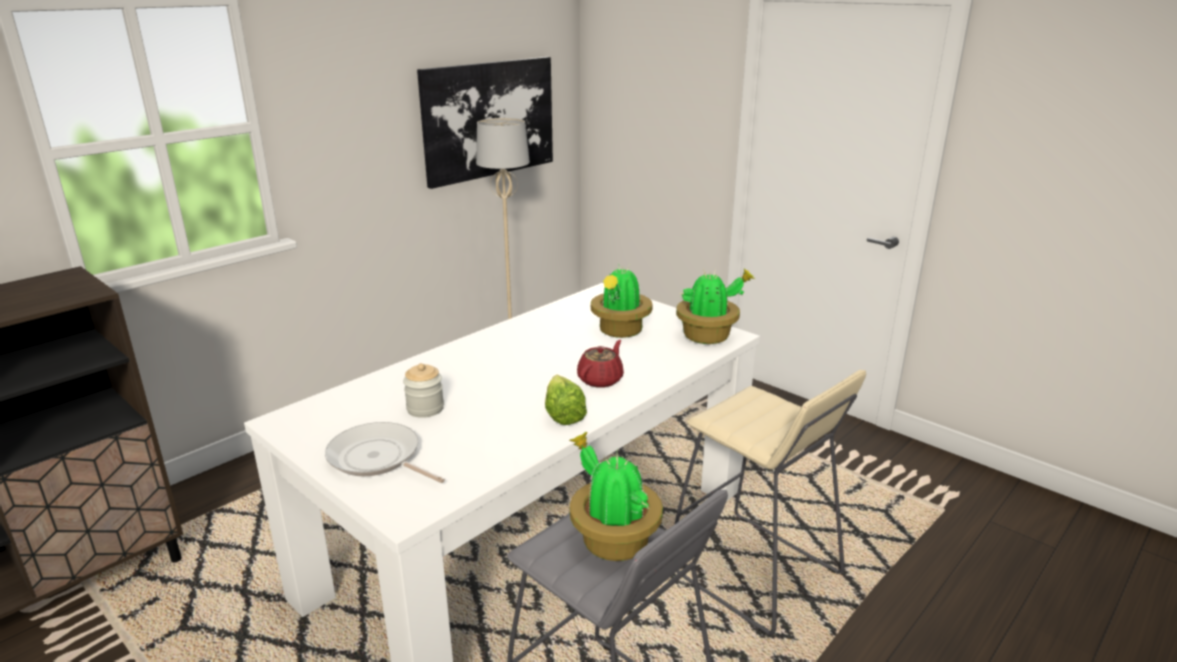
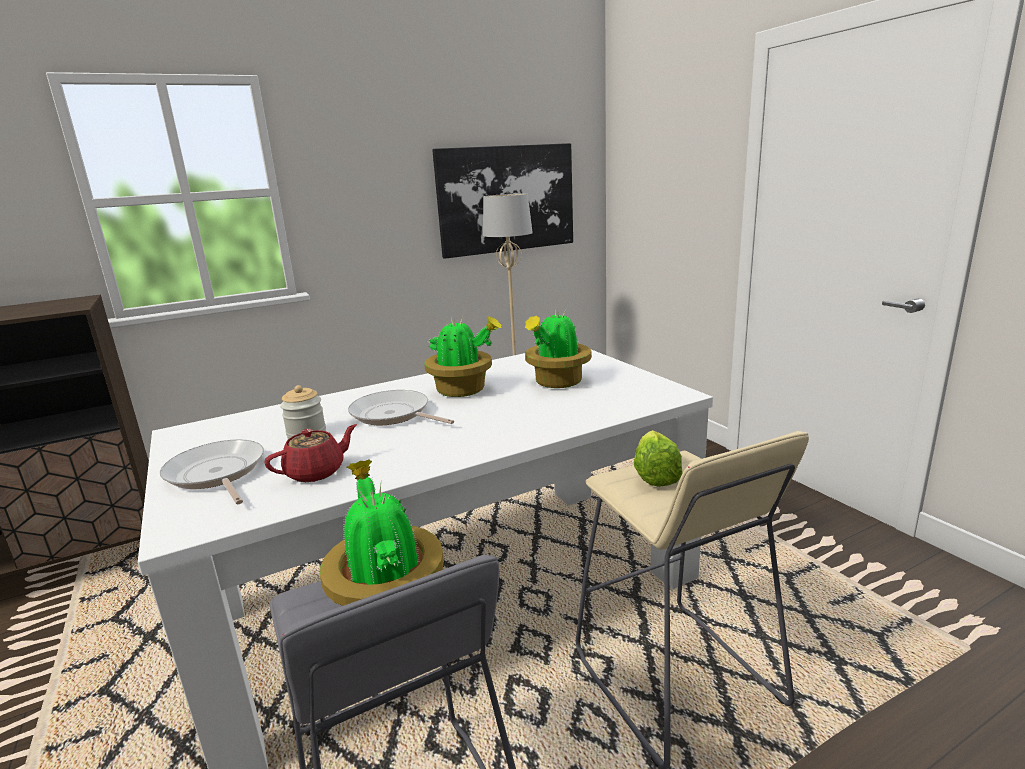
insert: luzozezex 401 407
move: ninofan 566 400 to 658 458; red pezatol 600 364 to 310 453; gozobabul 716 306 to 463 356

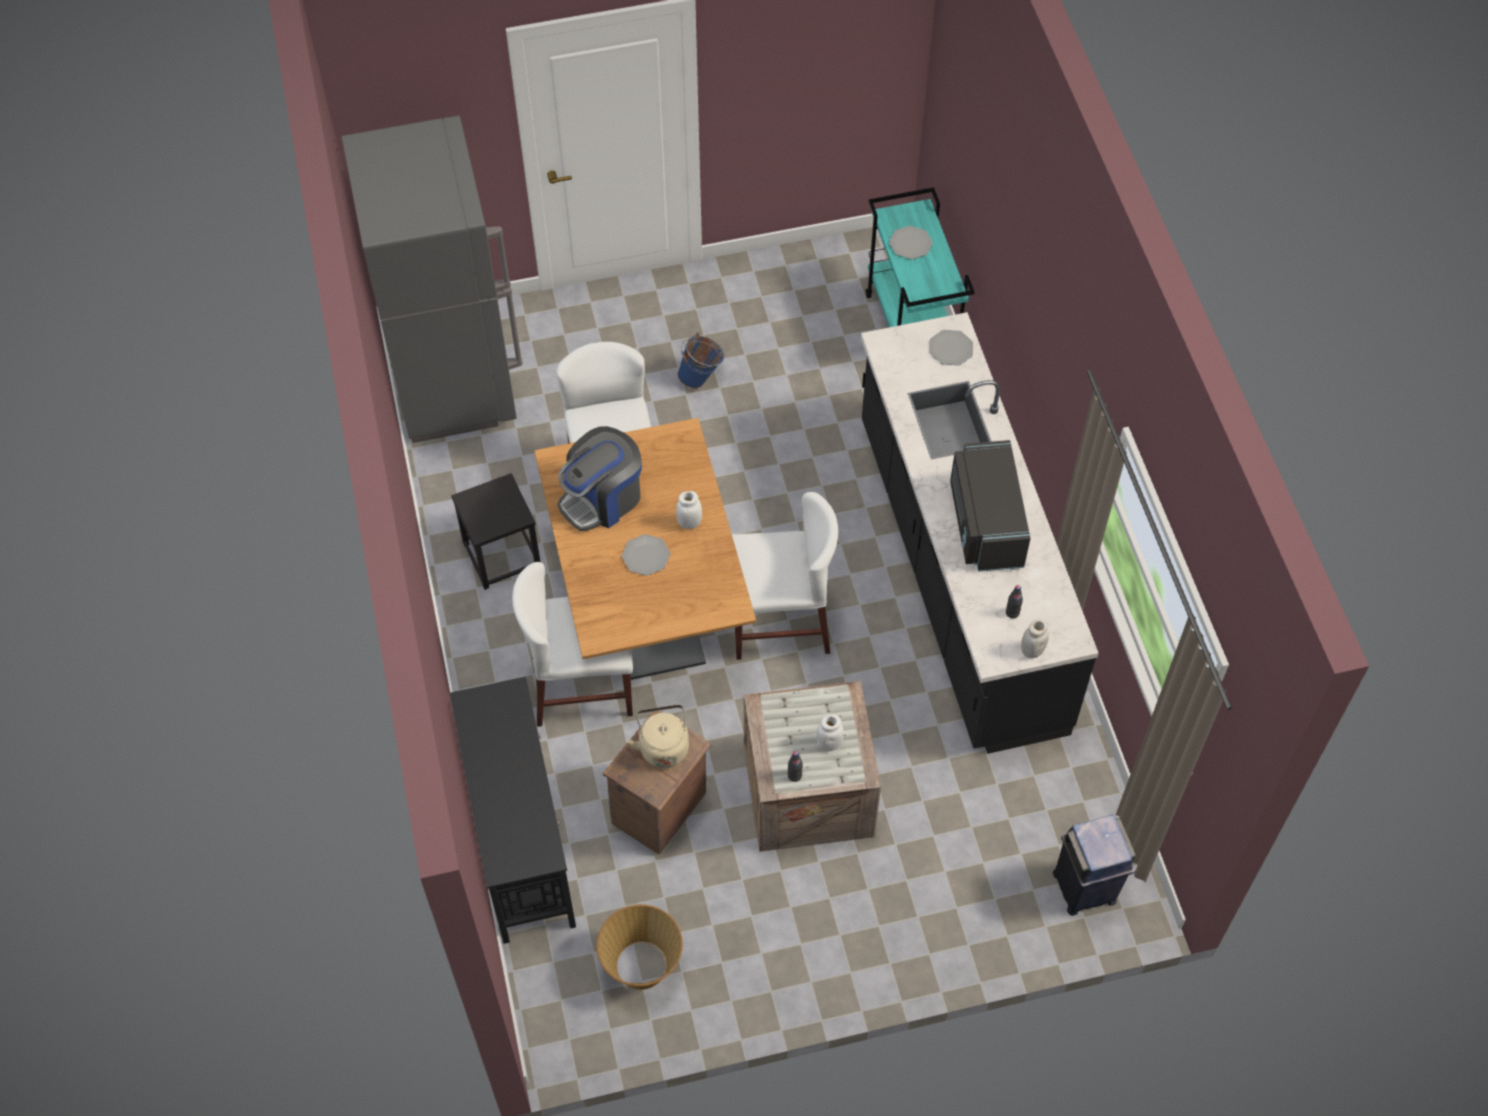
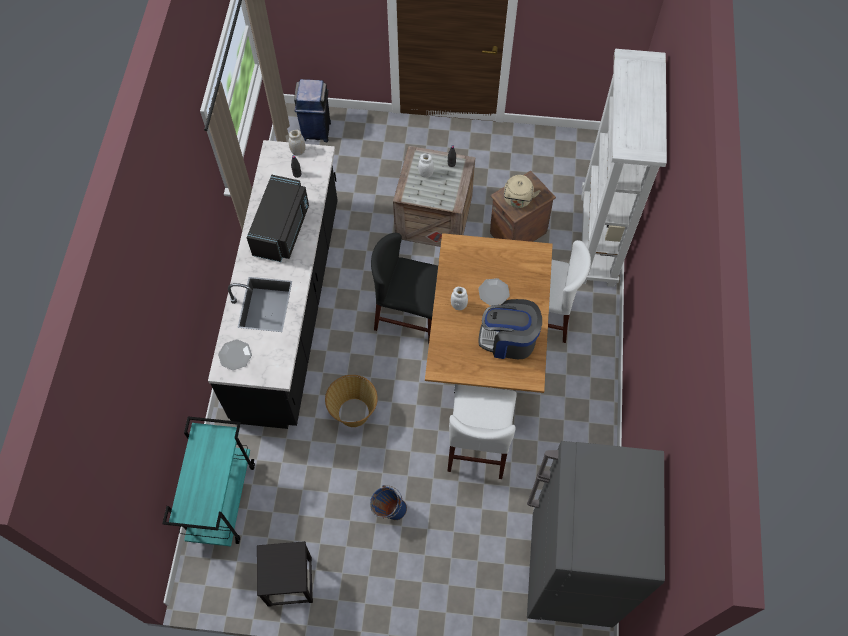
delete: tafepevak 911 243
move: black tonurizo 495 531 to 285 574; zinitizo 640 947 to 351 401
replace: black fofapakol 513 810 to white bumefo 624 168
recolor: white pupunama 785 576 to black pupunama 404 288
rotate: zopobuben 599 478 = 510 329 150 degrees counterclockwise

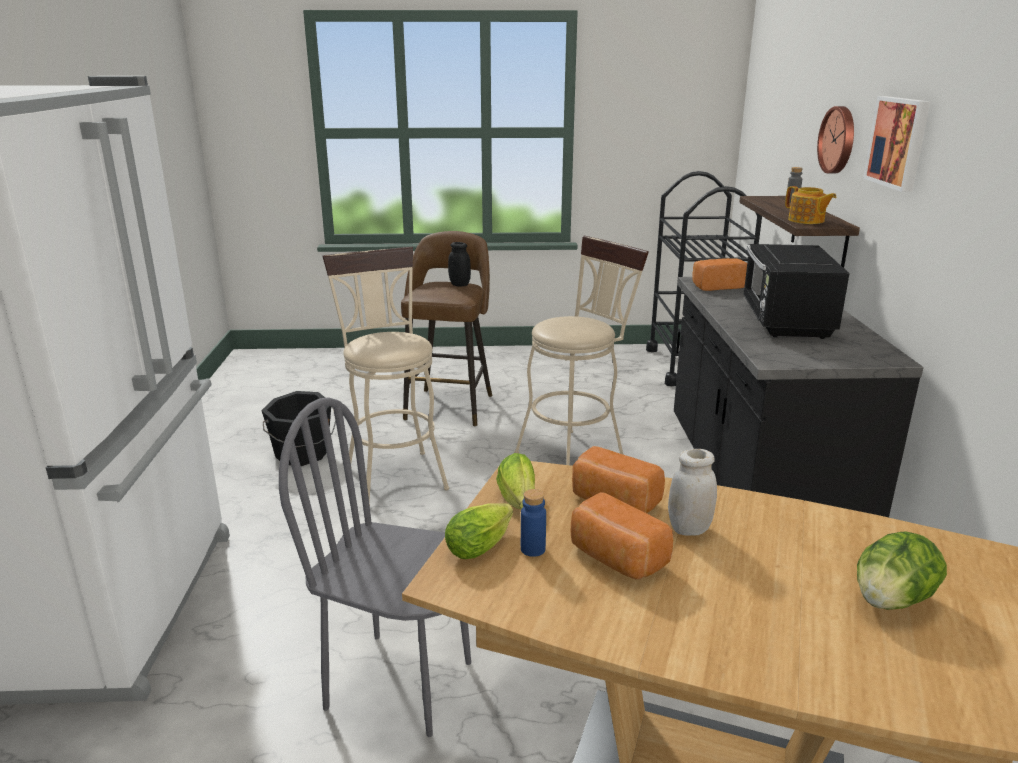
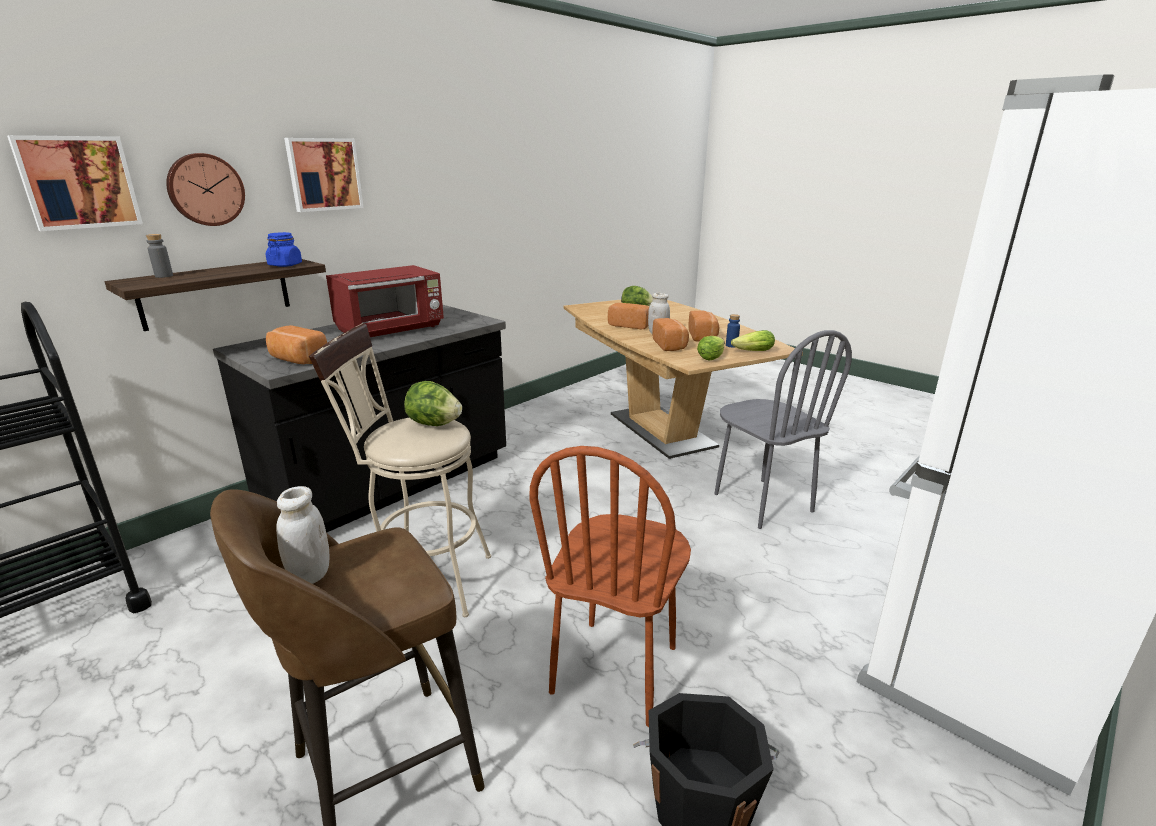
insert: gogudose 75 183; ninofan 433 403; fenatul 628 316
replace: beige tonurizo 385 376 to brown pupunama 610 586; pezatol 810 205 to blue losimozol 284 249
recolor: black losimozol 459 264 to white losimozol 302 535; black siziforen 796 291 to red siziforen 385 301

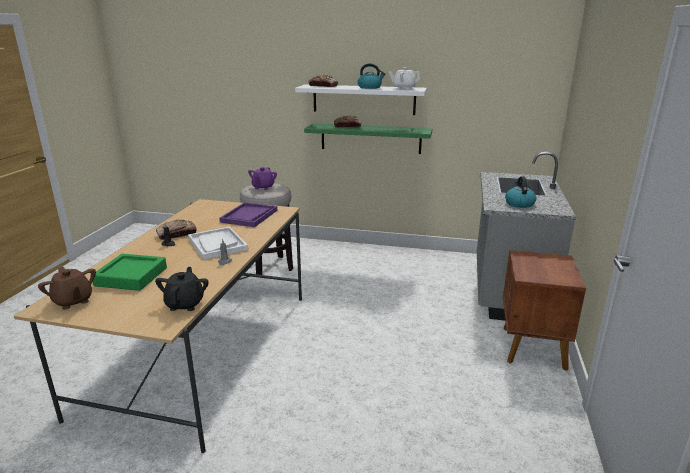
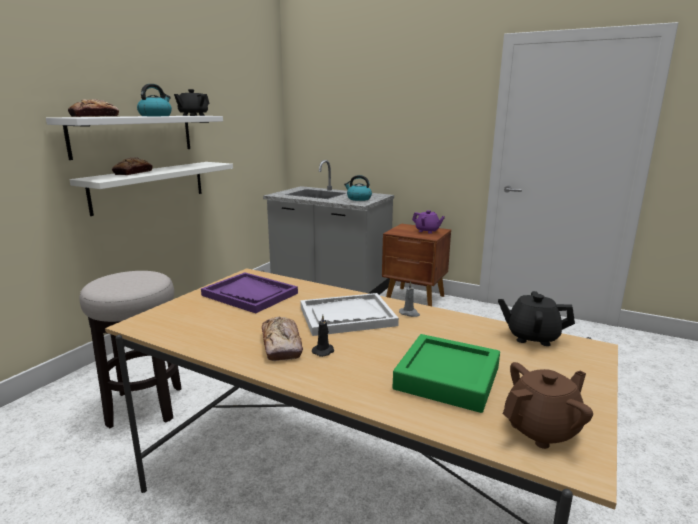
move: purple pezatol 262 178 to 428 222
recolor: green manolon 368 138 to white manolon 151 189; white pezatol 404 78 to black pezatol 192 102

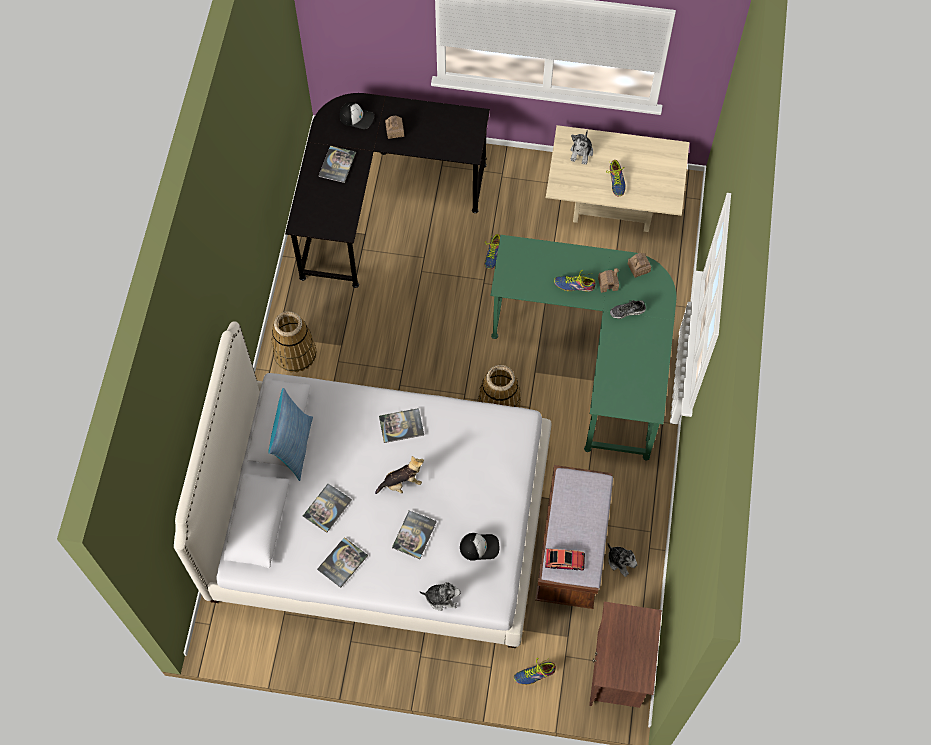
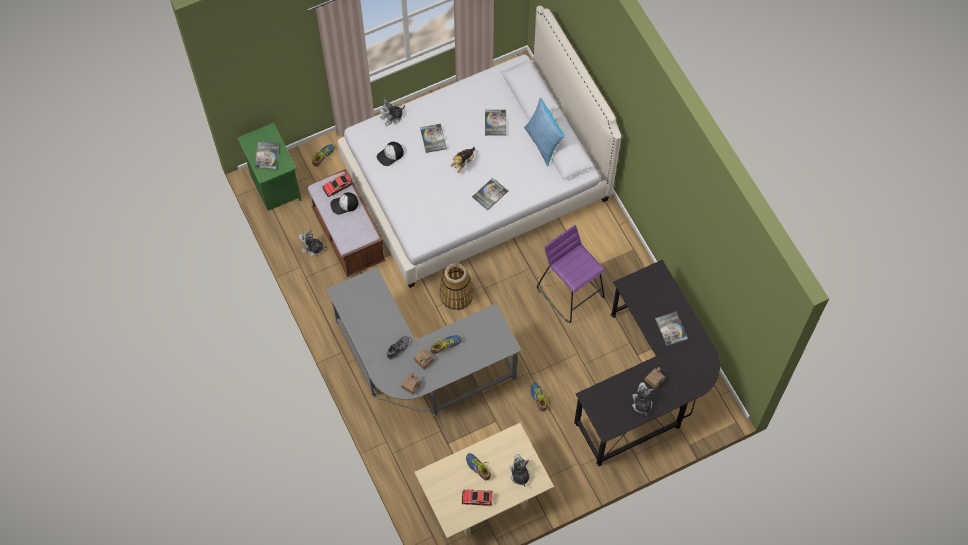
delete: zinitizo 294 342
insert: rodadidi 477 498; purple tonurizo 571 274; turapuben 643 399
move: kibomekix 342 562 to 267 156; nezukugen 357 115 to 344 203
recolor: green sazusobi 583 348 to grey sazusobi 424 341; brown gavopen 625 655 to green gavopen 269 167

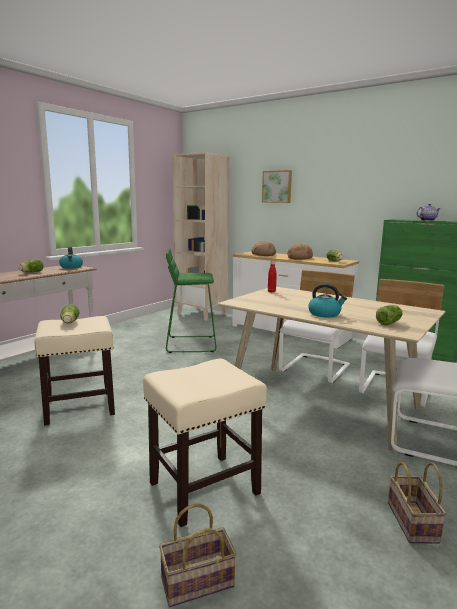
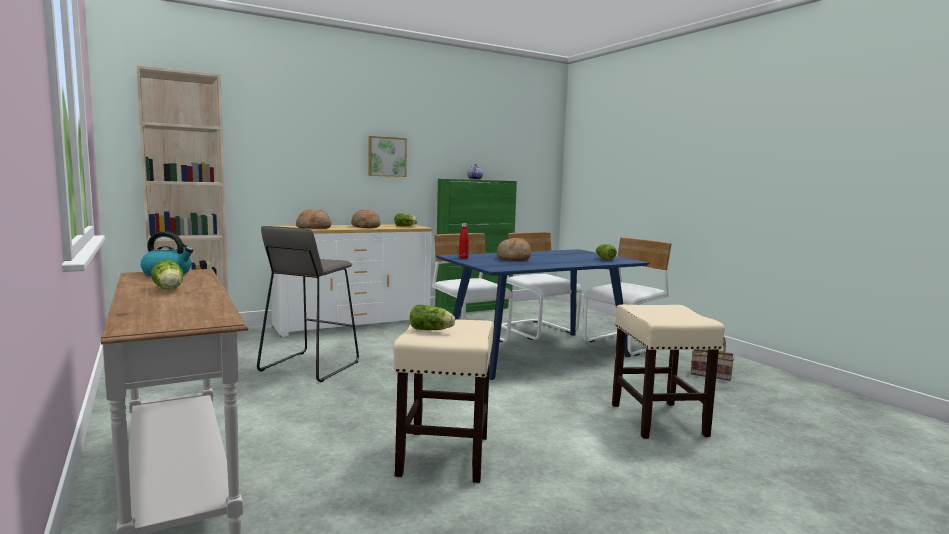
delete: zinitizo 197 555; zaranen 327 300
insert: fenatul 514 249
move: gogudose 277 186 to 387 156
recolor: green tonurizo 191 301 to grey tonurizo 308 304; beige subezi 331 369 to blue subezi 543 314

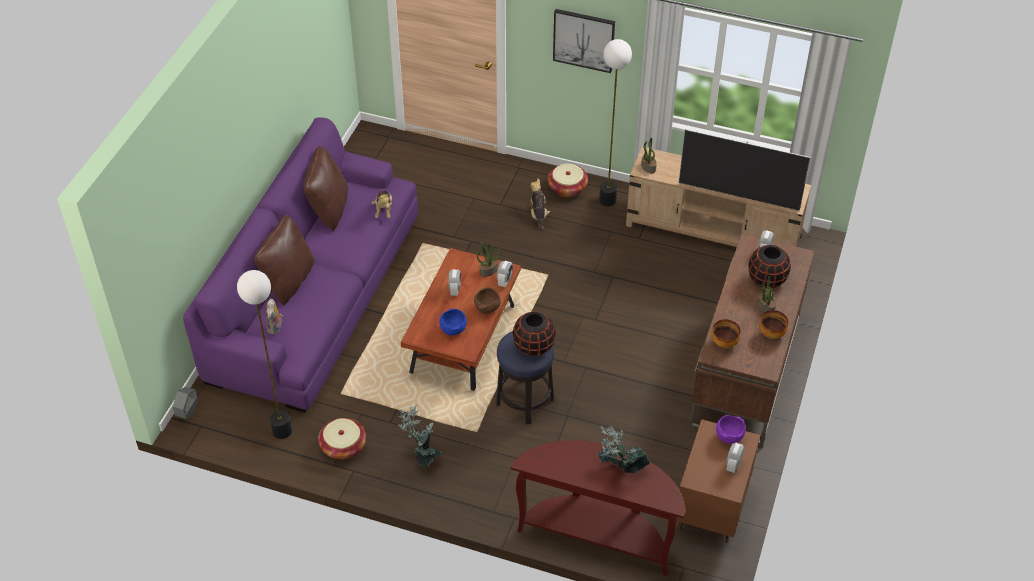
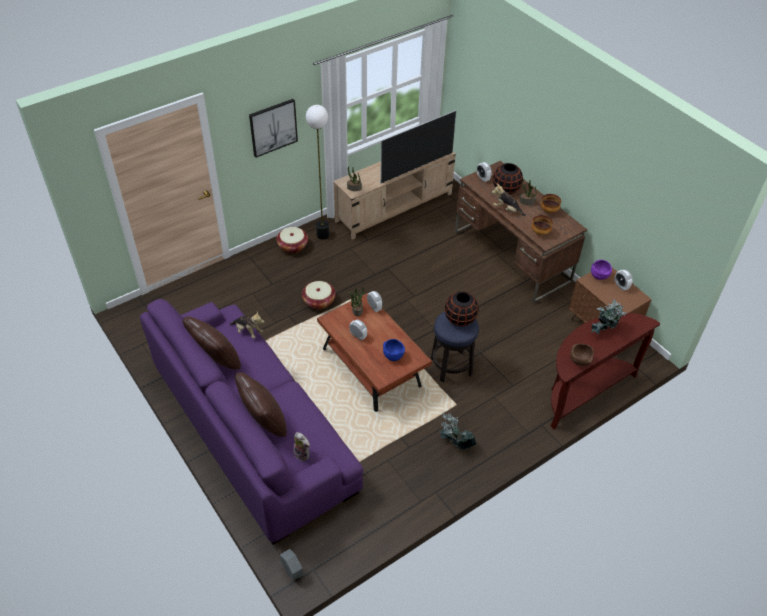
delete: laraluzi 264 354
move: zinitizo 342 439 to 319 295; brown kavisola 487 300 to 582 355; turapuben 540 205 to 509 199

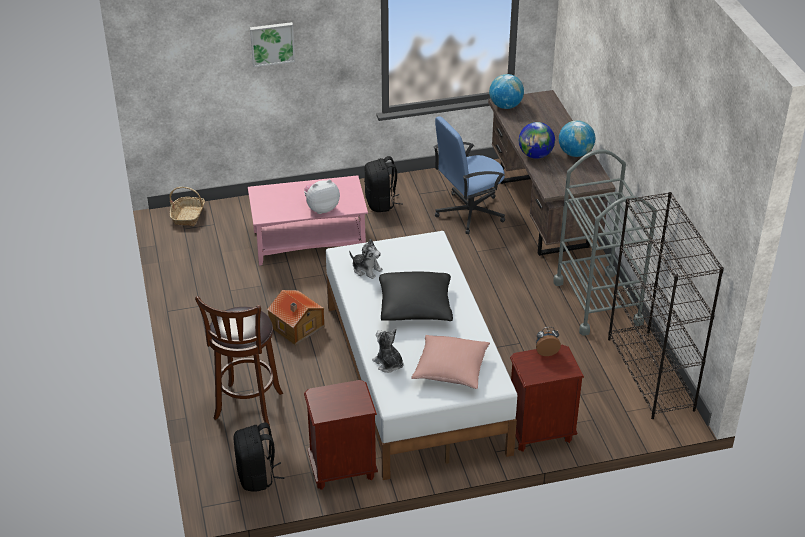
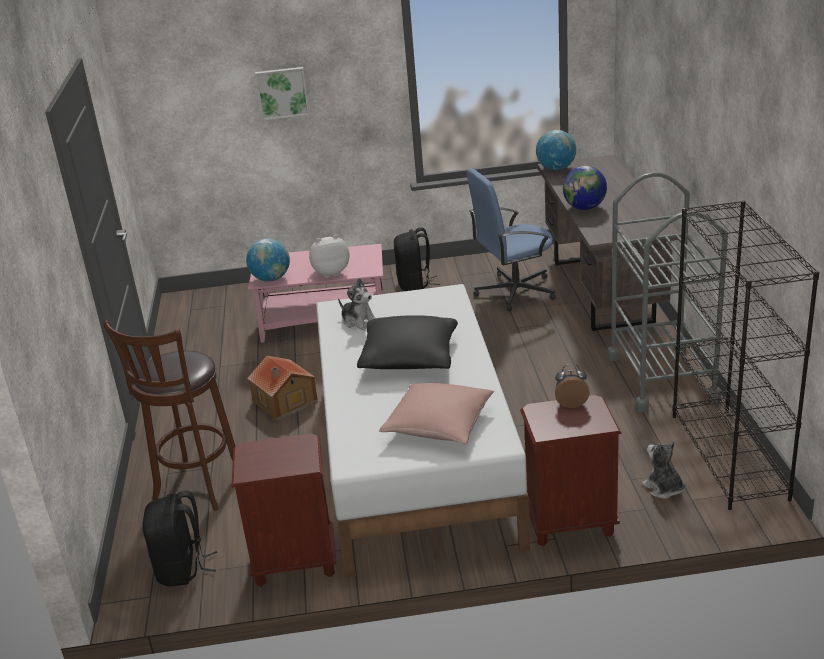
delete: zinitizo 187 206
move: turapuben 388 350 to 664 470; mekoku 577 138 to 268 260

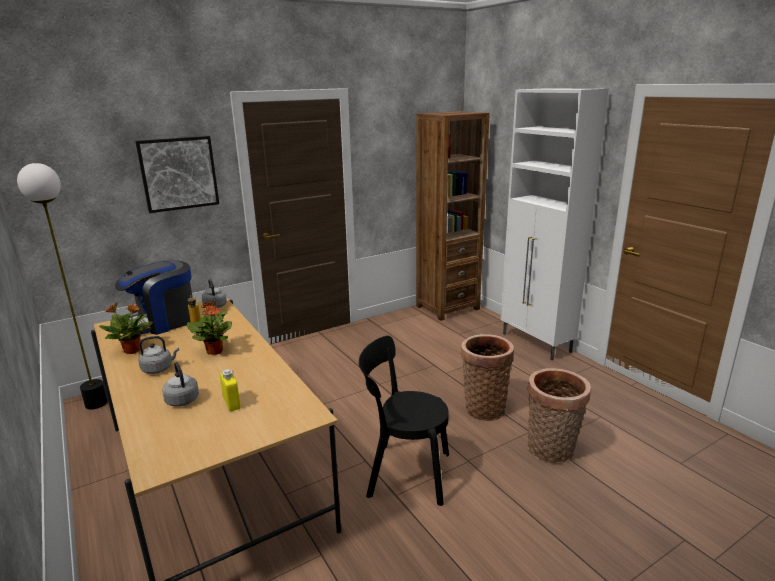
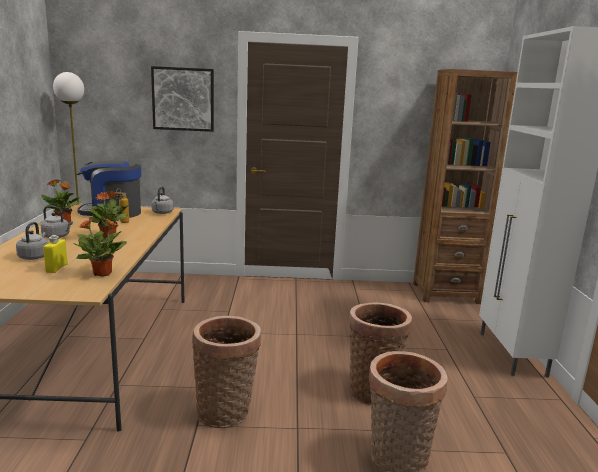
insert: gozobabul 99 247
replace: black pupunama 404 421 to zinitizo 226 372

